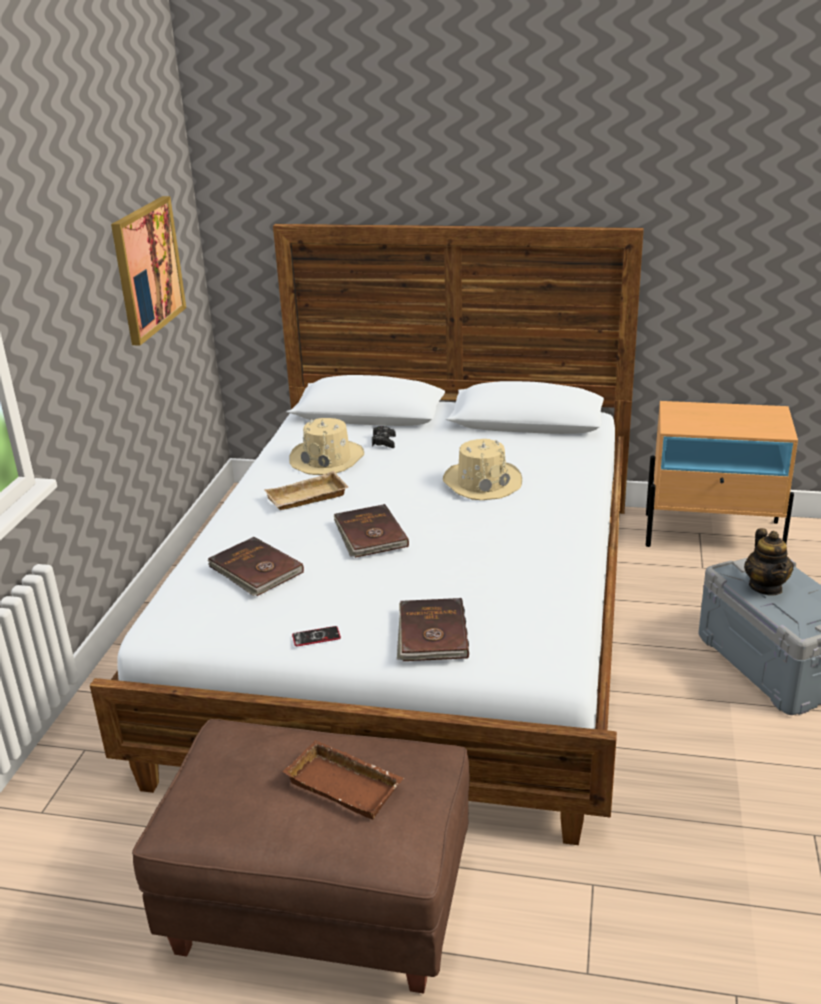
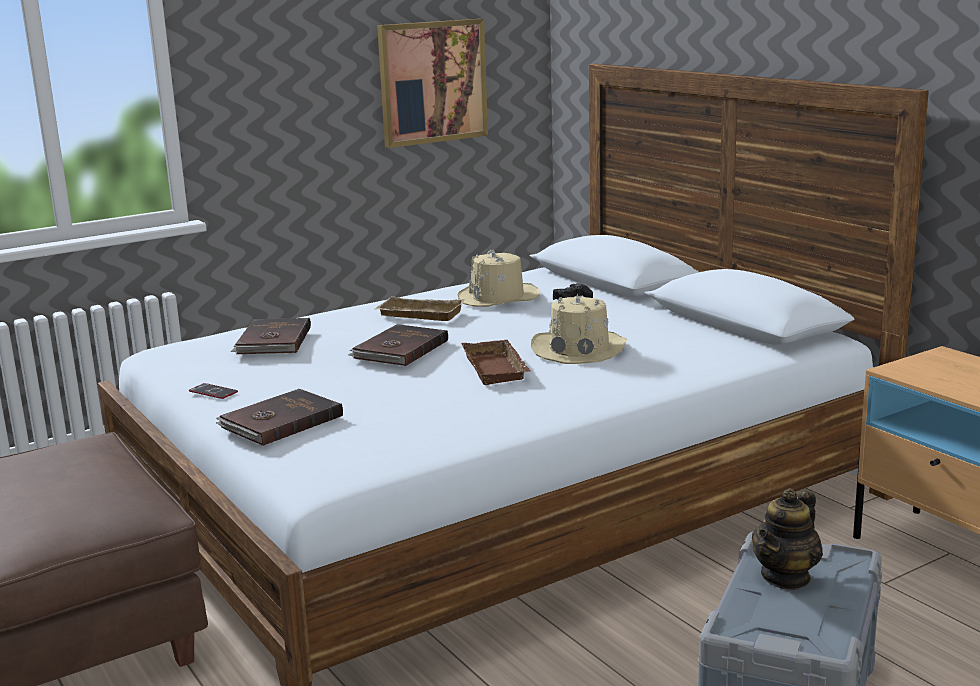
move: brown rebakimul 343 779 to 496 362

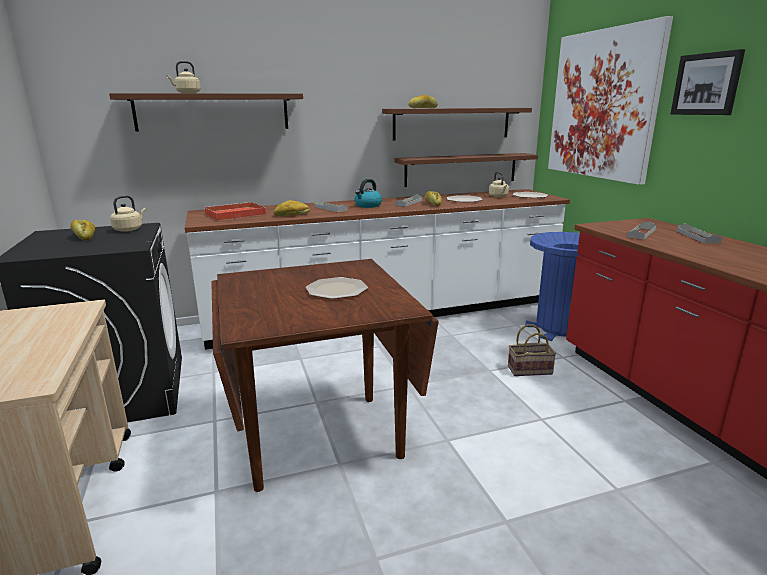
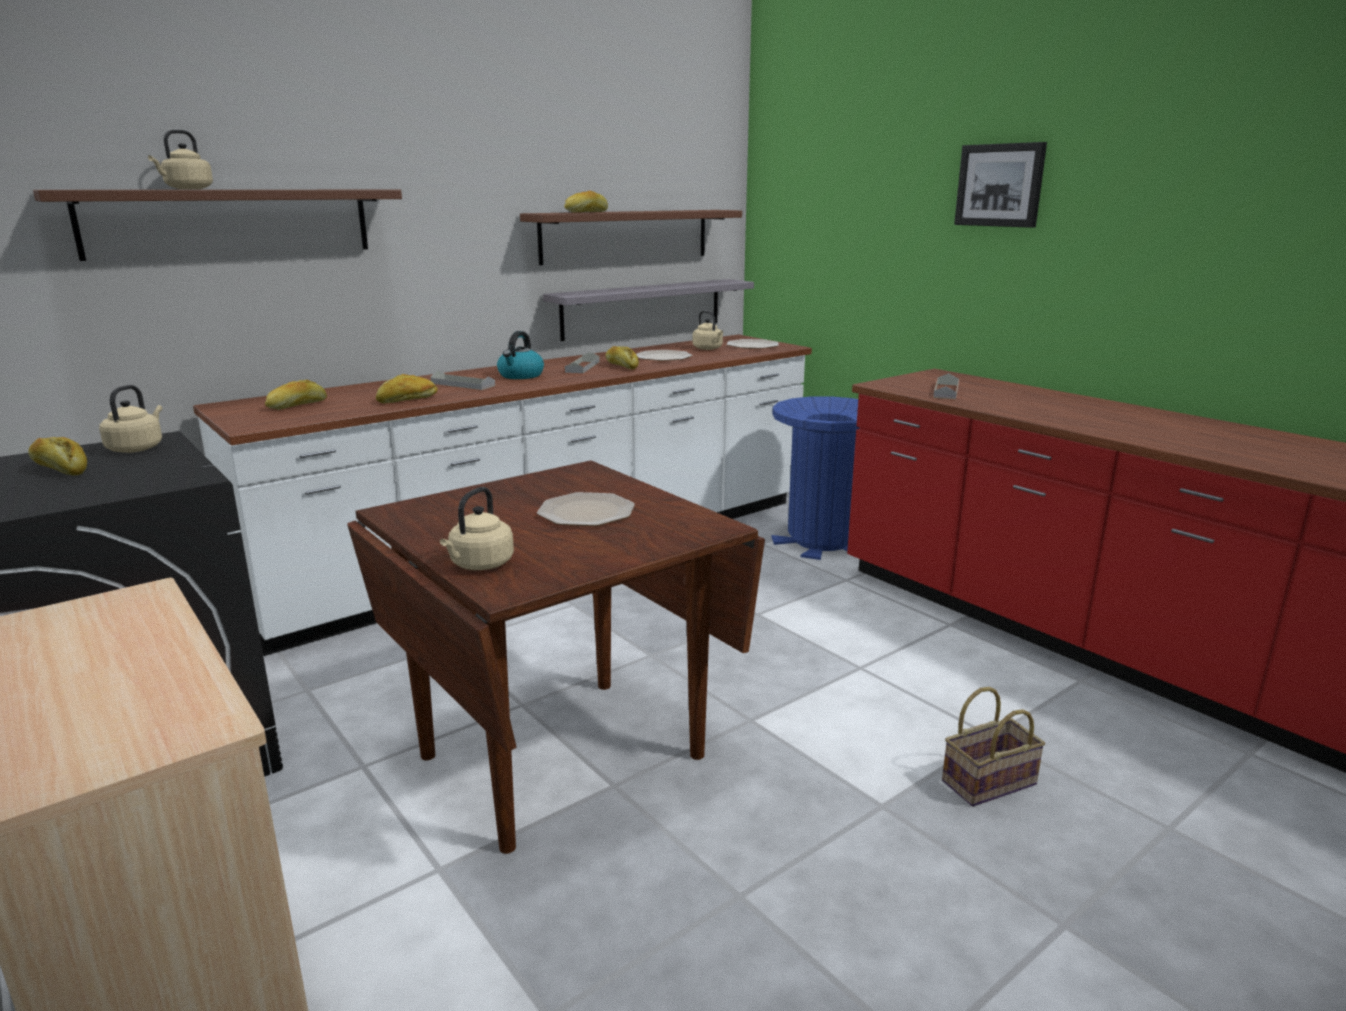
delete: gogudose 610 100; grey rebakimul 699 233
insert: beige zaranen 477 528
move: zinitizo 532 350 to 993 747
replace: red rebakimul 235 211 to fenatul 296 395
recolor: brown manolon 466 170 to grey manolon 648 310

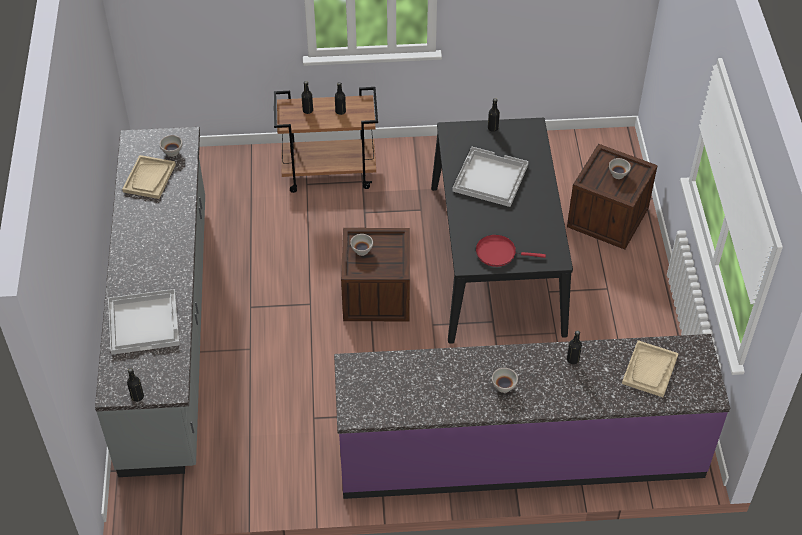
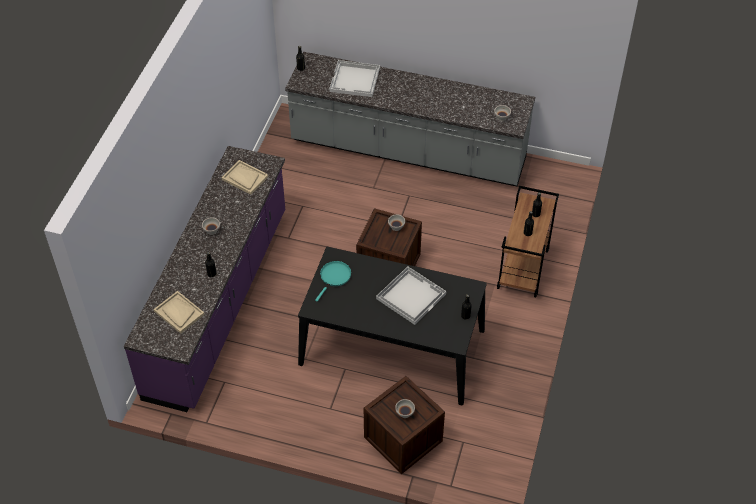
move: beige rebakimul 149 177 to 244 177
recolor: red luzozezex 511 251 to turquoise luzozezex 333 281

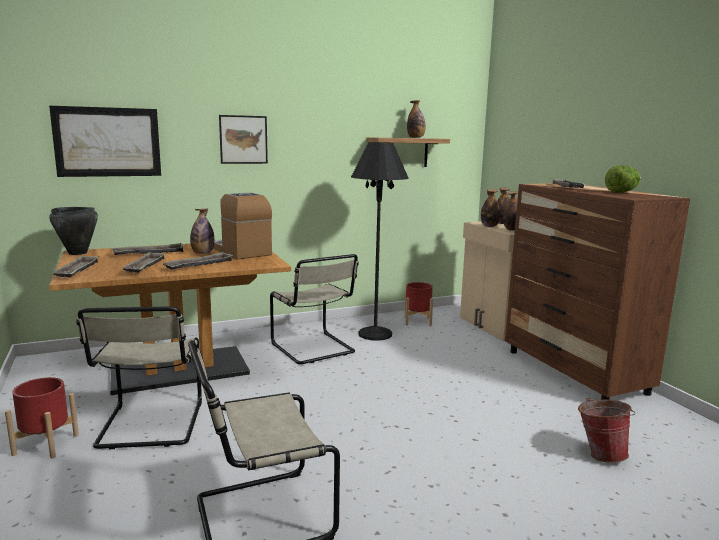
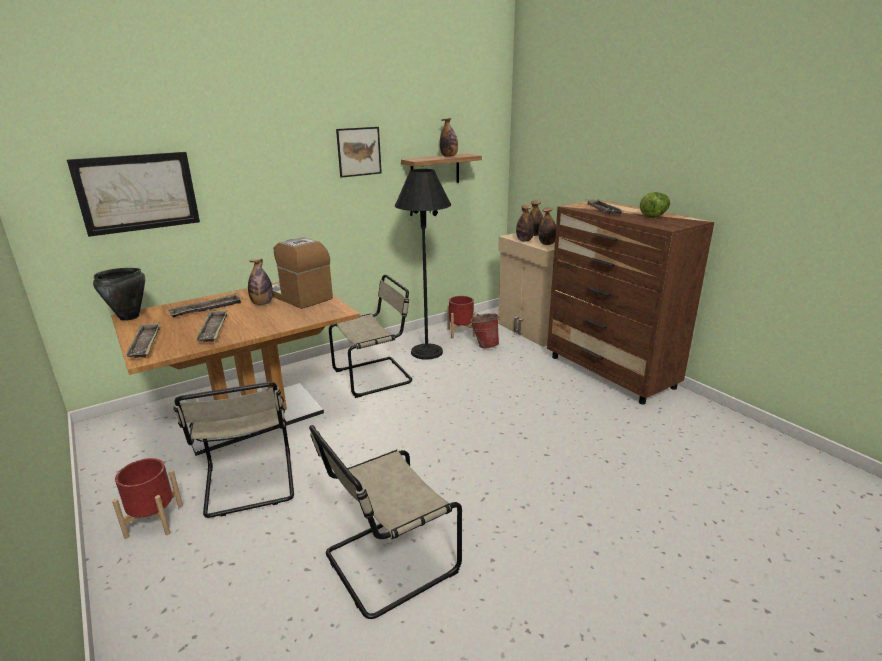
delete: rebakimul 198 261
move: gogudose 243 139 to 359 152; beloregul 606 430 to 485 330
rotate: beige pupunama 314 309 = 370 336 75 degrees counterclockwise

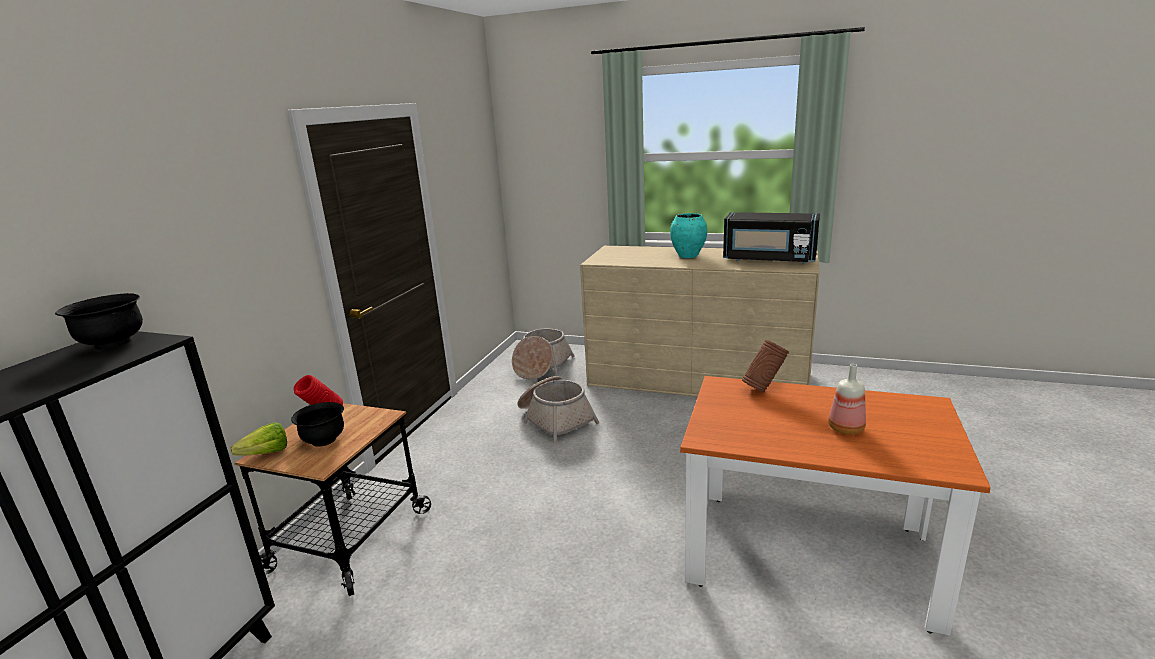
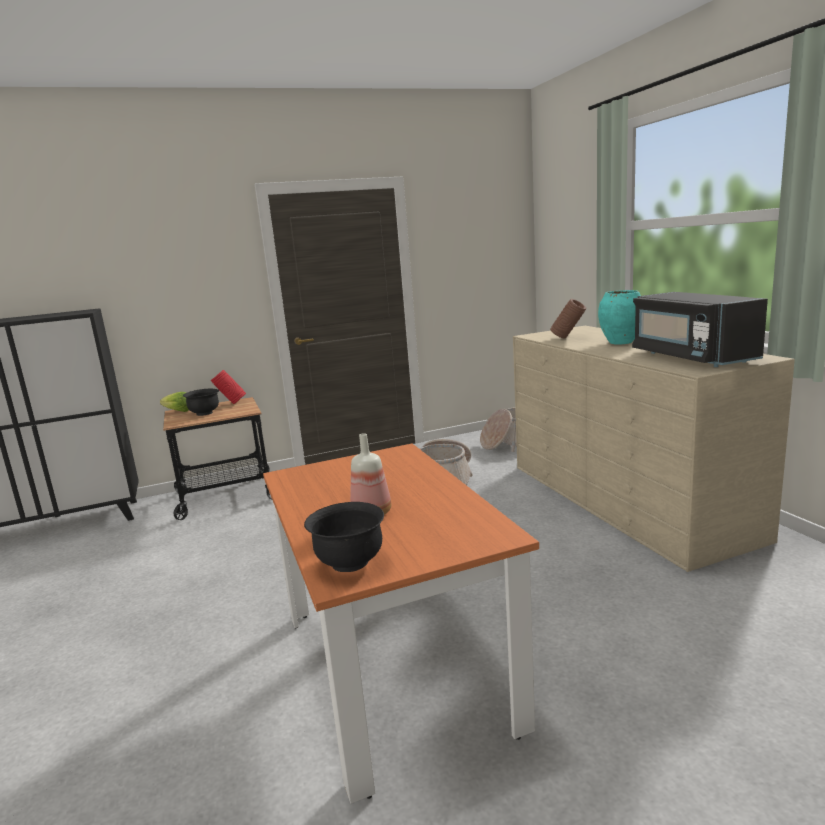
move: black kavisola 99 321 to 344 537; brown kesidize 765 366 to 568 319

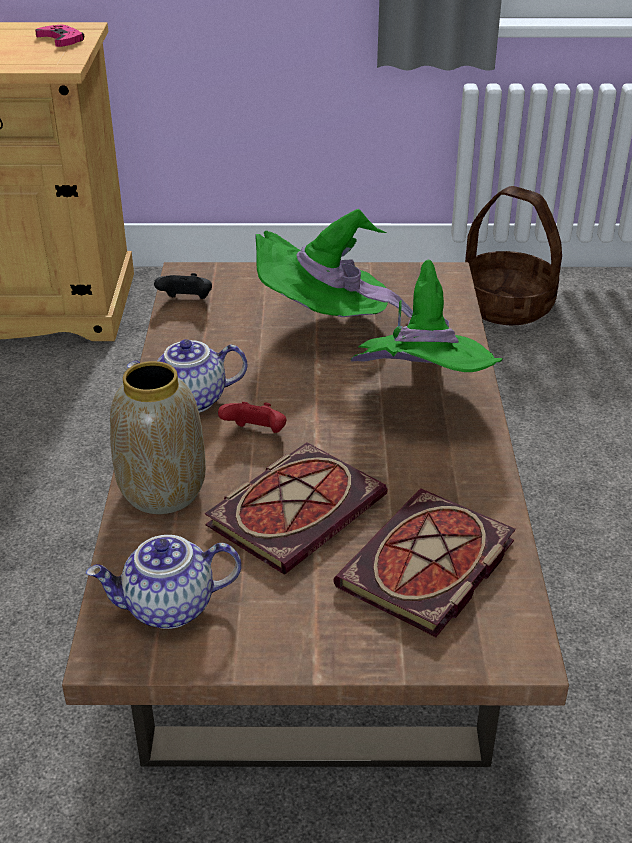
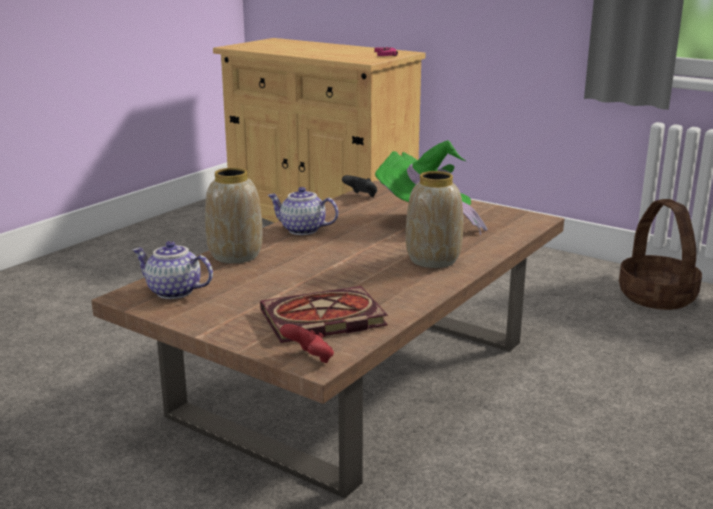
delete: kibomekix 296 508
move: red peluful 252 417 to 307 343
replace: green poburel 427 316 to kesidize 434 219

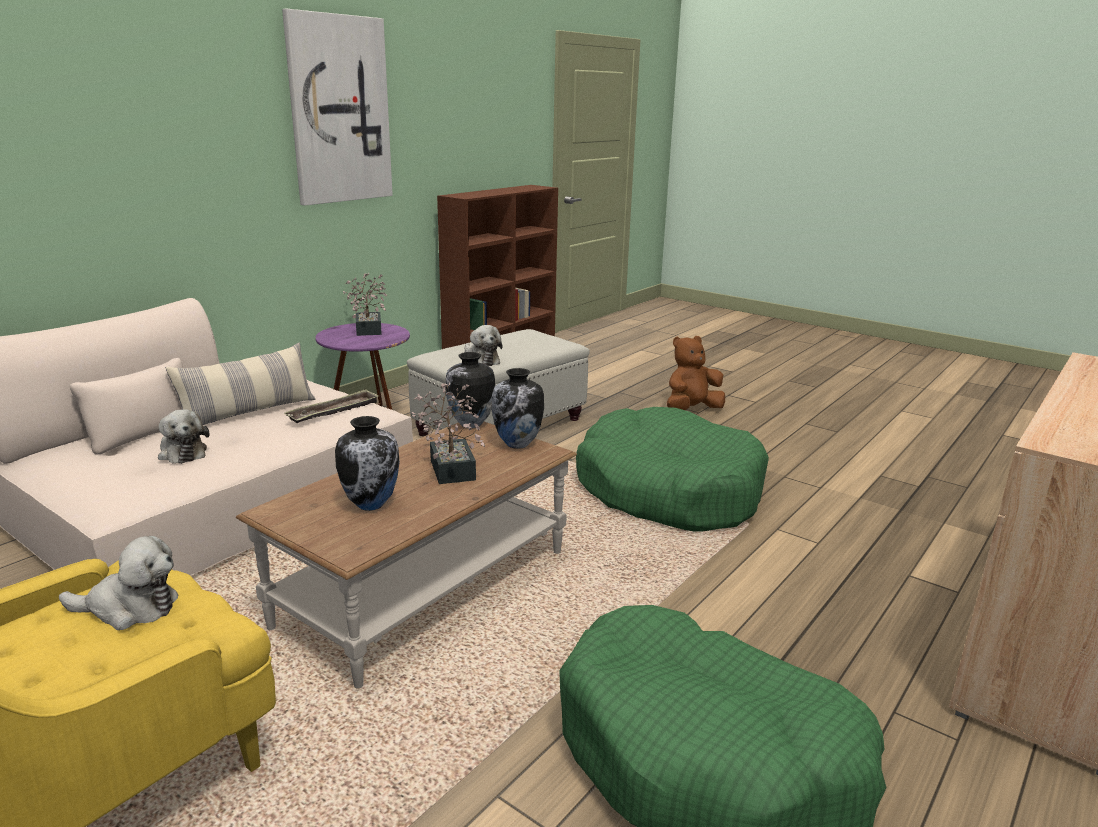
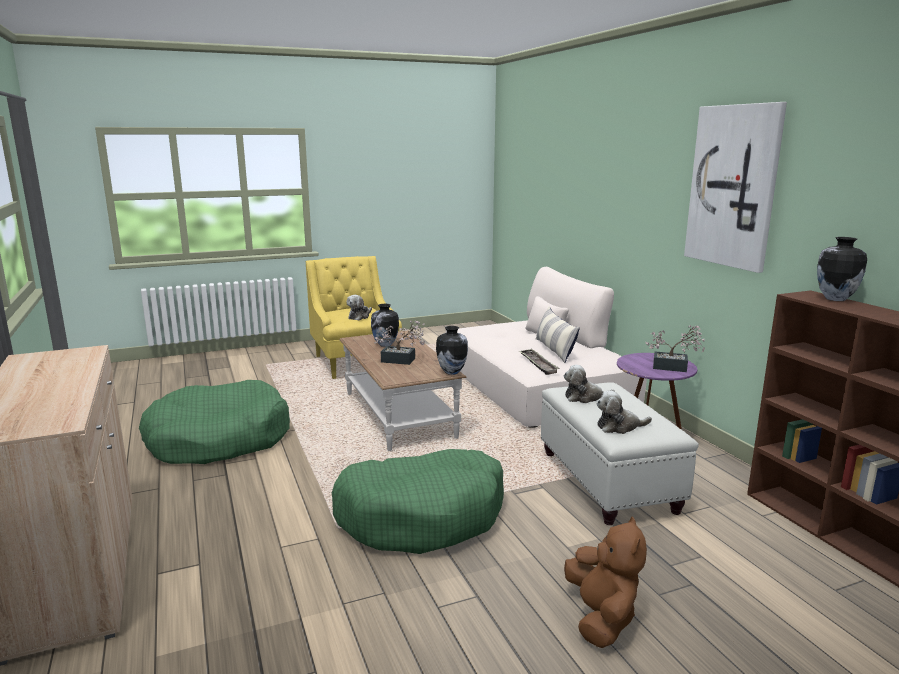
move: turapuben 184 436 to 624 412; kesidize 518 408 to 842 269

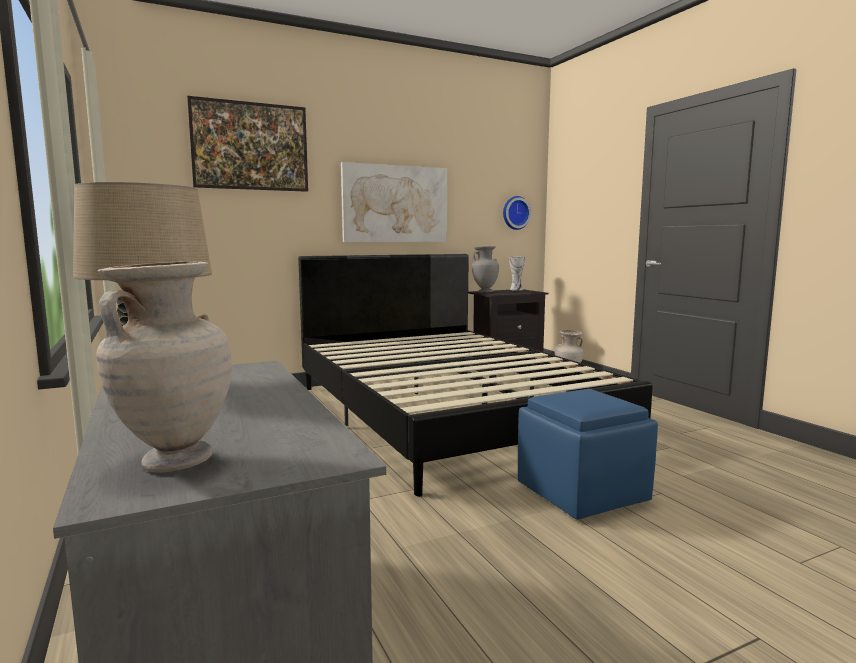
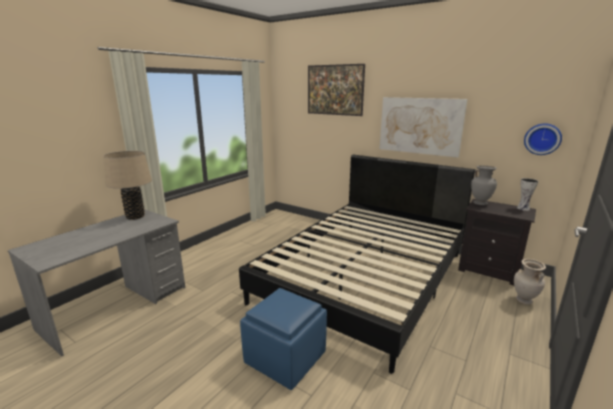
delete: beige kesidize 164 367

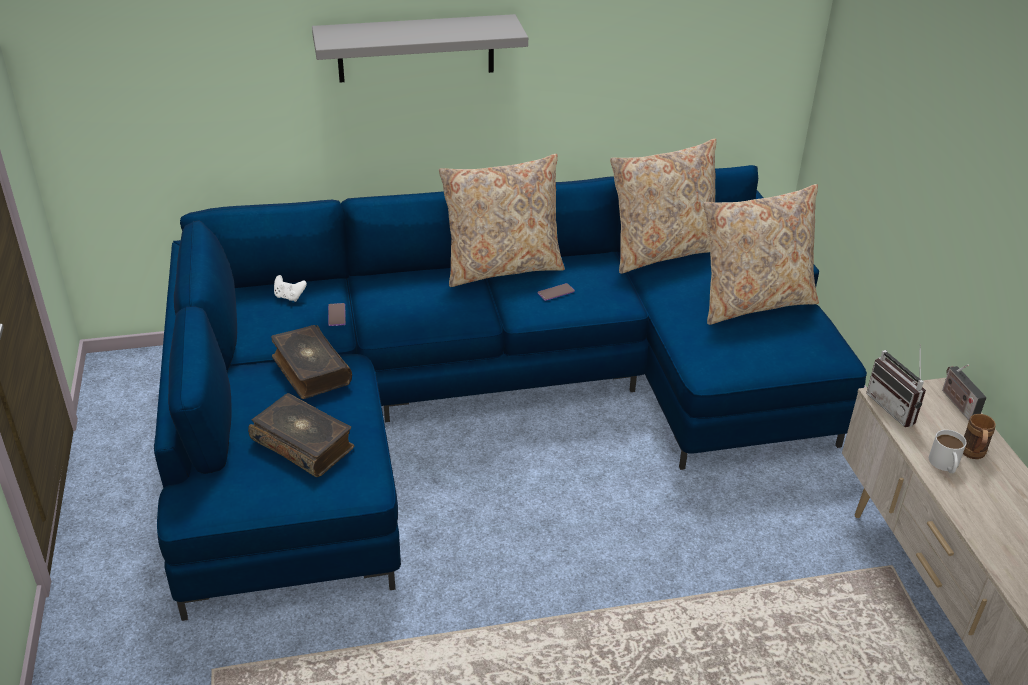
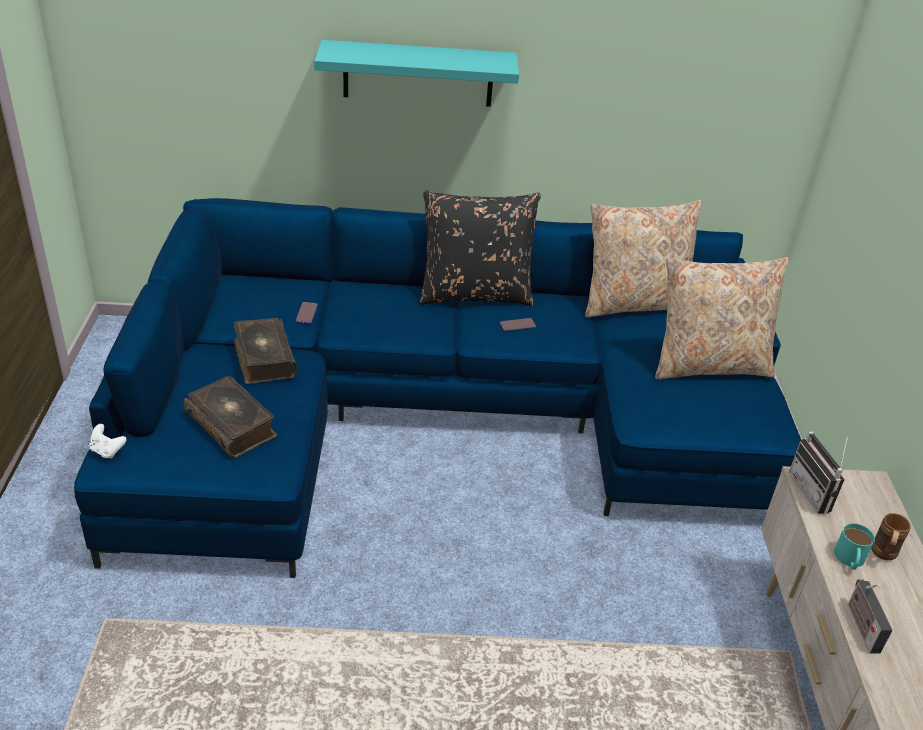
move: white peluful 290 288 to 108 441; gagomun 964 392 to 870 616
recolor: grey manolon 420 48 to turquoise manolon 416 73; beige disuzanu 502 220 to black disuzanu 480 248; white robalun 947 451 to turquoise robalun 854 546

